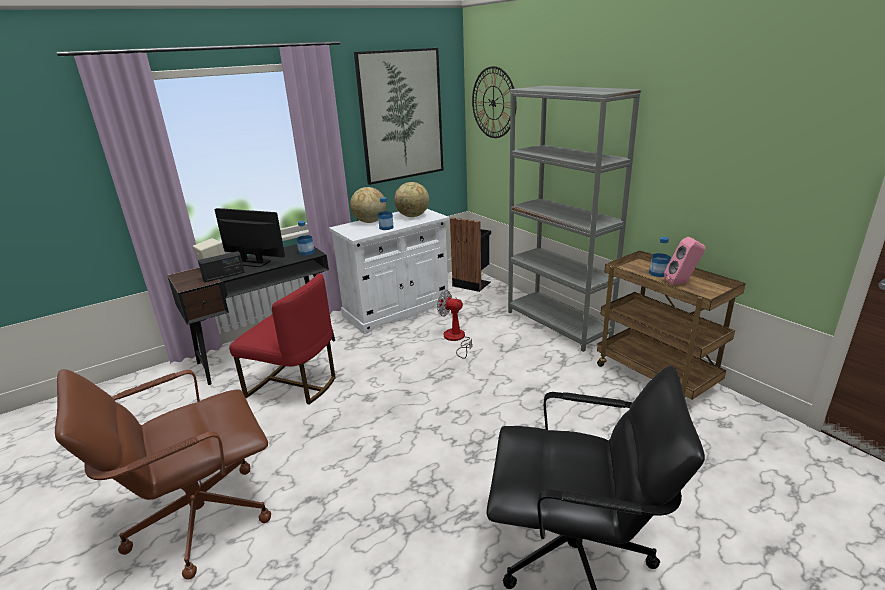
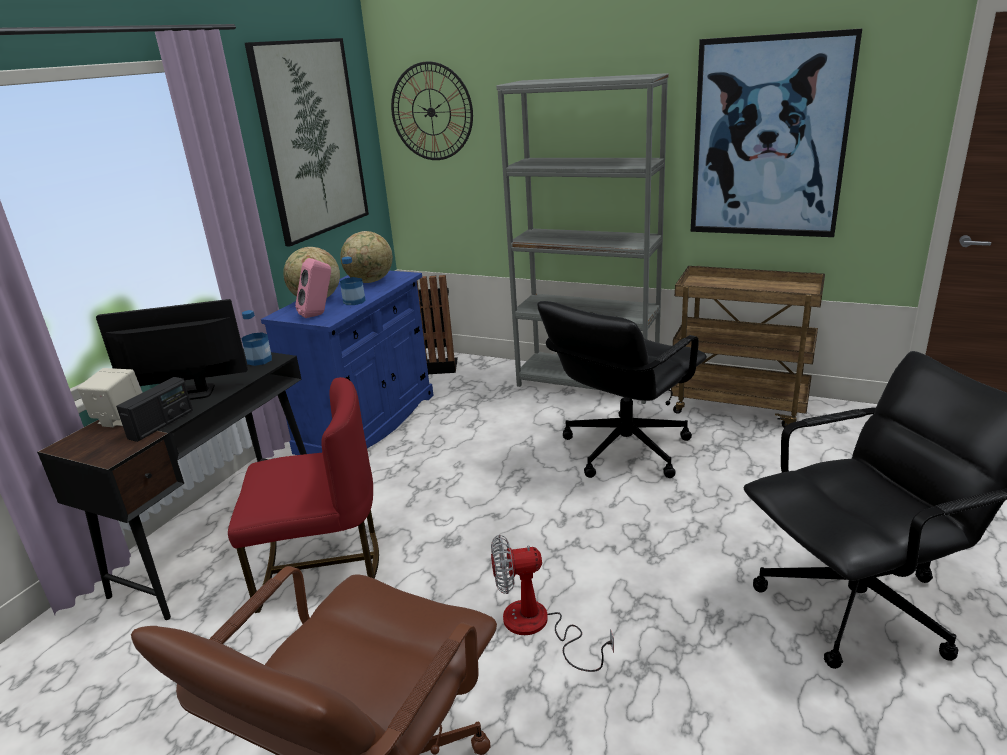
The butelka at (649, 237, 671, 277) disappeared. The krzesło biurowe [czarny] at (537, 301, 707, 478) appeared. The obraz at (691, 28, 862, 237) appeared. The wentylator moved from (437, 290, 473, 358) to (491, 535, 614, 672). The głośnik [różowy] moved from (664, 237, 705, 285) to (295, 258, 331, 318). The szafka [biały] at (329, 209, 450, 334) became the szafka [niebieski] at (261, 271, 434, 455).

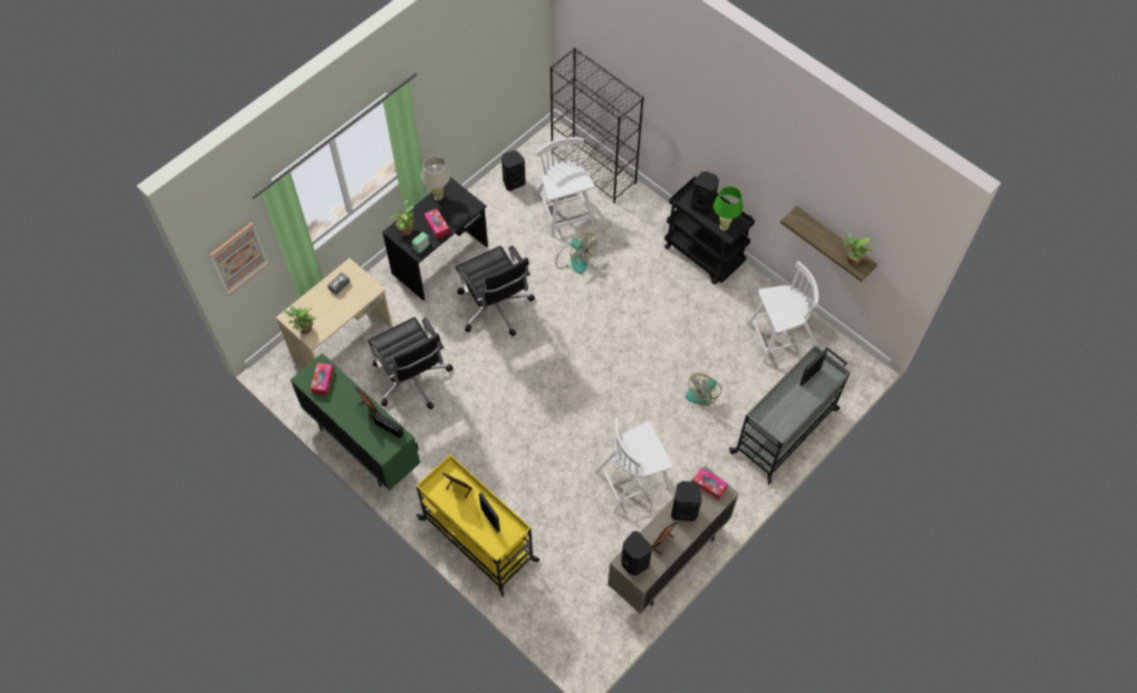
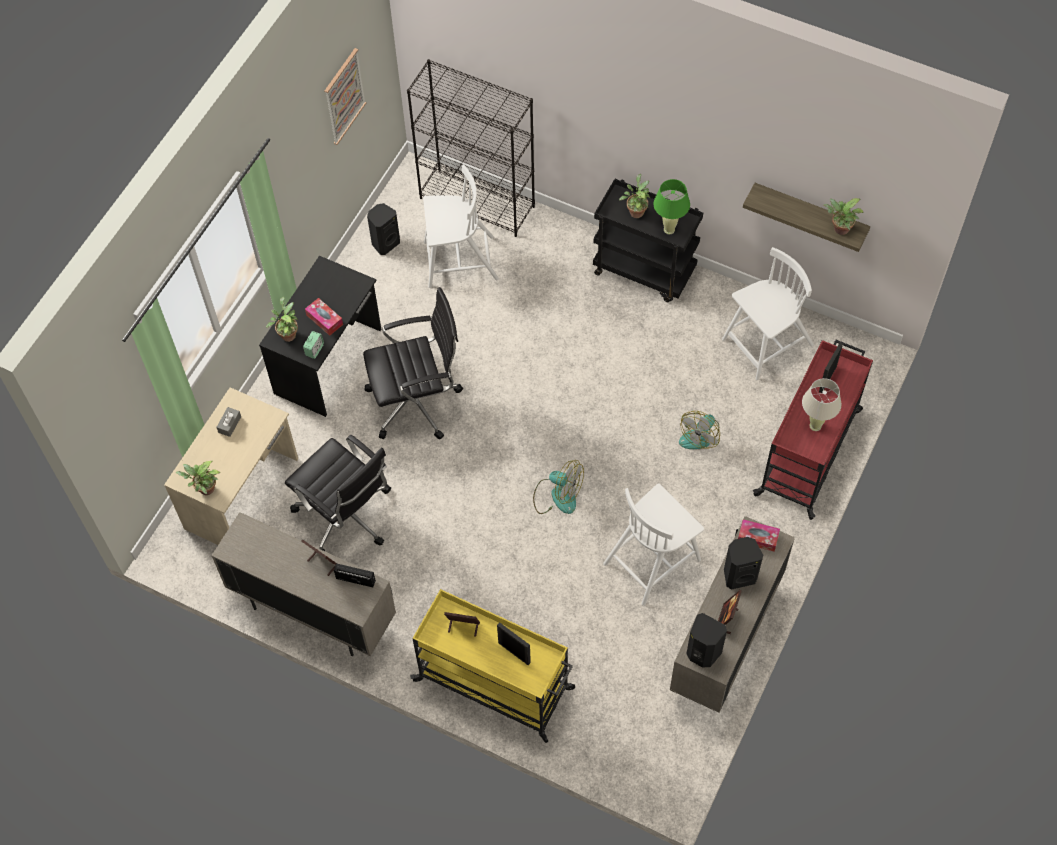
The pudełko chusteczek at (310, 363, 334, 395) disappeared. The obraz moved from (209, 222, 269, 295) to (324, 48, 366, 145). The lampa stołowa [beżowy] moved from (421, 156, 451, 200) to (802, 378, 841, 431). The wentylator moved from (556, 233, 597, 274) to (533, 460, 584, 514). The głośnik [czarny] at (690, 171, 719, 215) was replaced by the roślina doniczkowa at (619, 174, 650, 218). The szafka [zielony] at (290, 353, 420, 491) became the szafka [beżowy] at (211, 512, 396, 656). The wózek [szary] at (729, 345, 850, 484) became the wózek [czerwony] at (753, 340, 873, 520). The krzesło biurowe [czarny] at (456, 246, 535, 336) turned 60 degrees counterclockwise. The krzesło [biały] at (534, 137, 595, 237) turned 120 degrees clockwise.

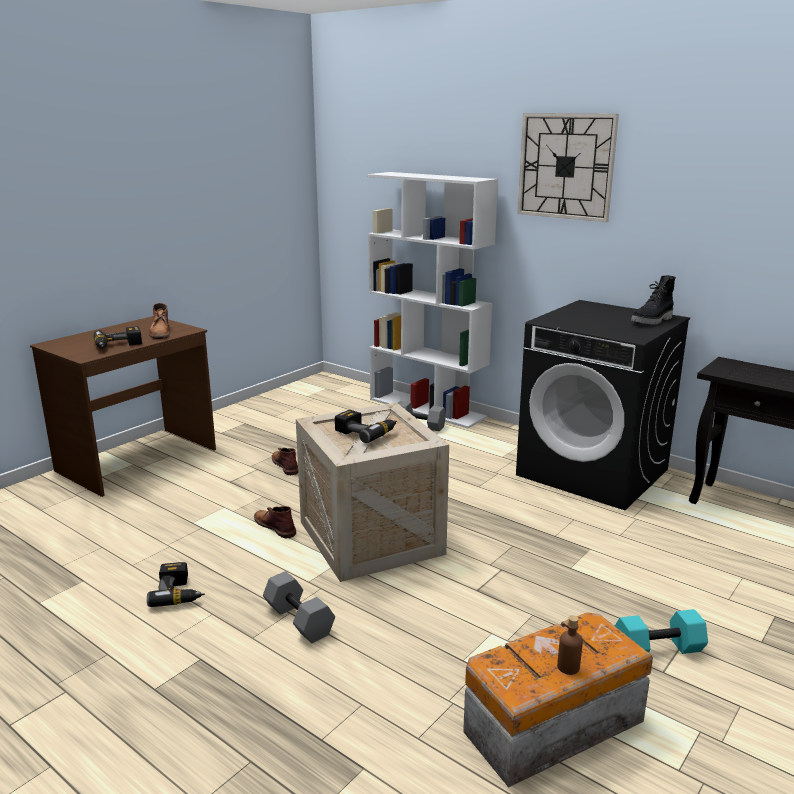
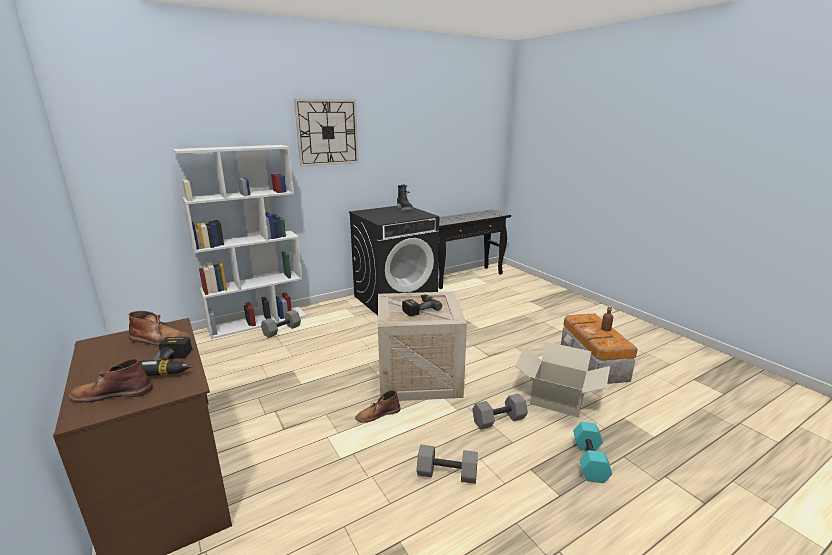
The karton at (514, 342, 610, 418) appeared. The but z cholewką [brązowy] moved from (272, 448, 298, 475) to (69, 359, 153, 402). The hantel [turkusowy] moved from (615, 609, 708, 654) to (573, 422, 612, 483). The wiertarka at (147, 562, 205, 607) was replaced by the hantel [szary] at (417, 445, 478, 484).

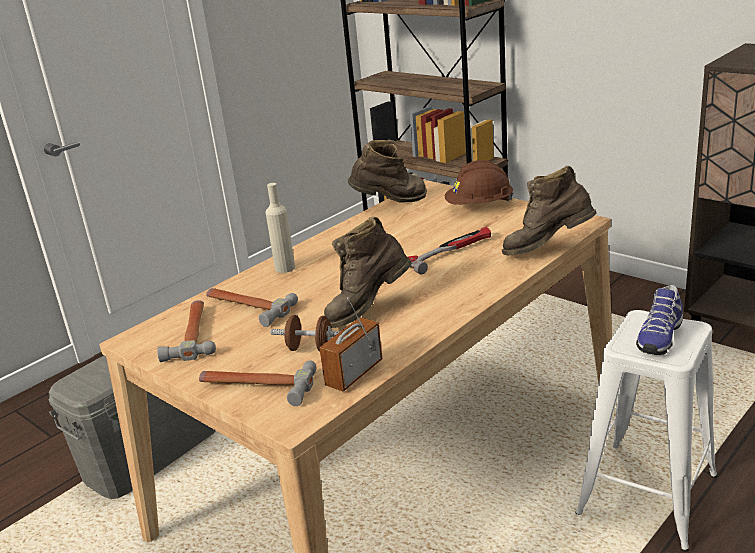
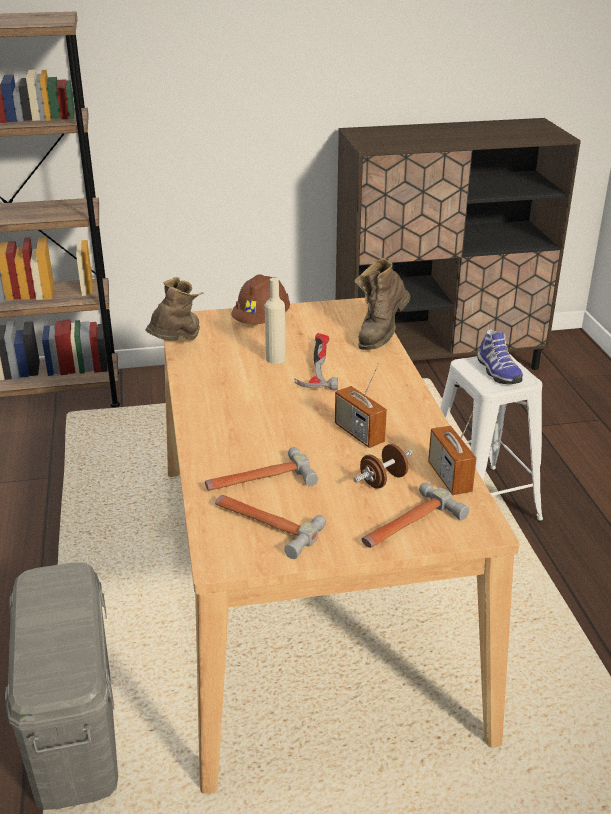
The butelka [beżowy] moved from (266, 183, 295, 273) to (265, 278, 286, 364). The but z cholewką [brązowy] at (324, 217, 411, 328) was replaced by the radio at (335, 362, 387, 448).

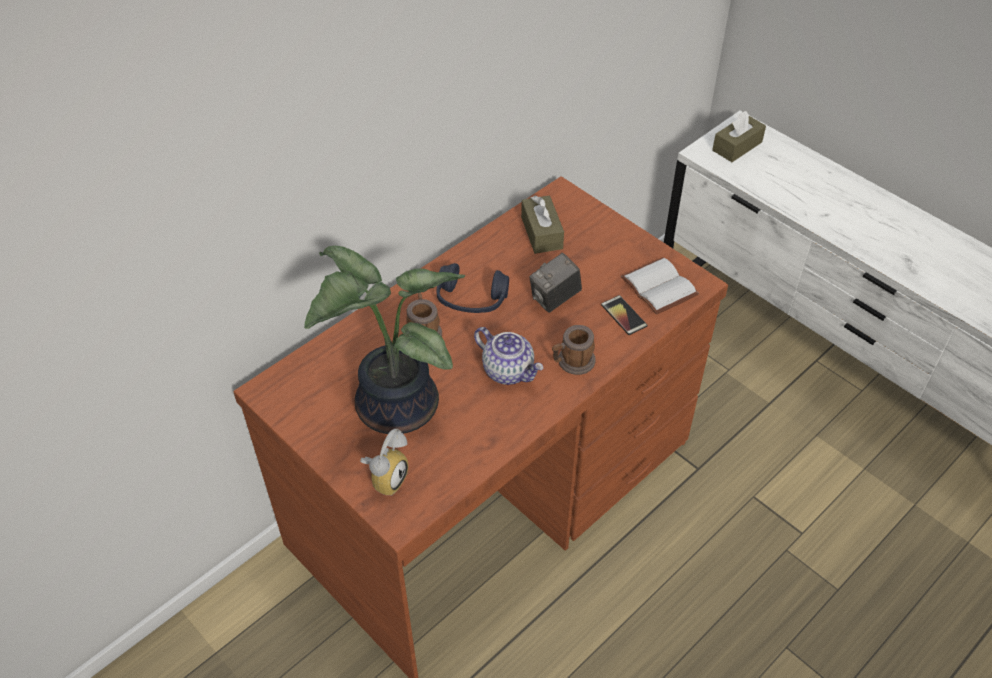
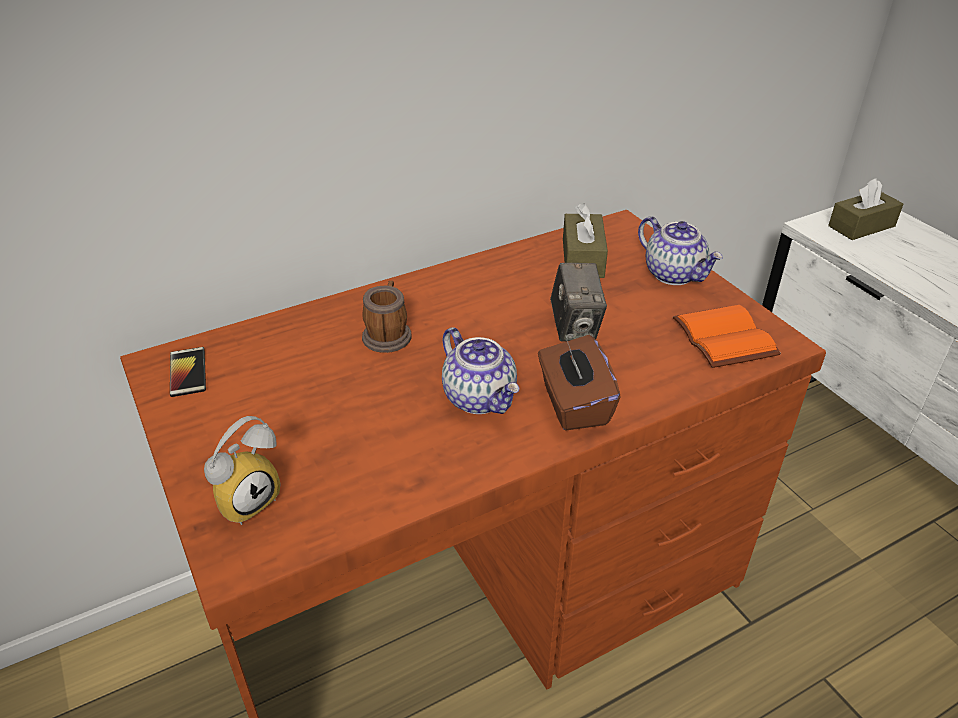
The roślina doniczkowa at (304, 246, 465, 434) disappeared. The słuchawki [niebieski] at (437, 263, 509, 313) disappeared. The imbryk at (638, 216, 723, 285) appeared. The telefon moved from (601, 295, 647, 335) to (170, 347, 206, 397). The kubek at (552, 325, 596, 375) was replaced by the pudełko chusteczek [brązowy] at (538, 335, 621, 431). The książka [biały] at (621, 257, 699, 315) became the książka [pomarańczowy] at (673, 305, 781, 368). The aparat fotograficzny at (529, 253, 582, 313) turned 75 degrees counterclockwise.

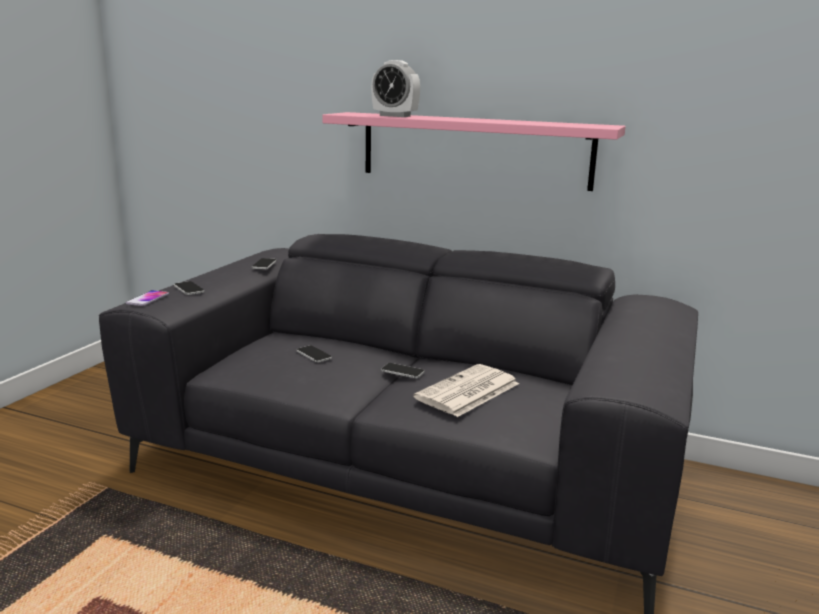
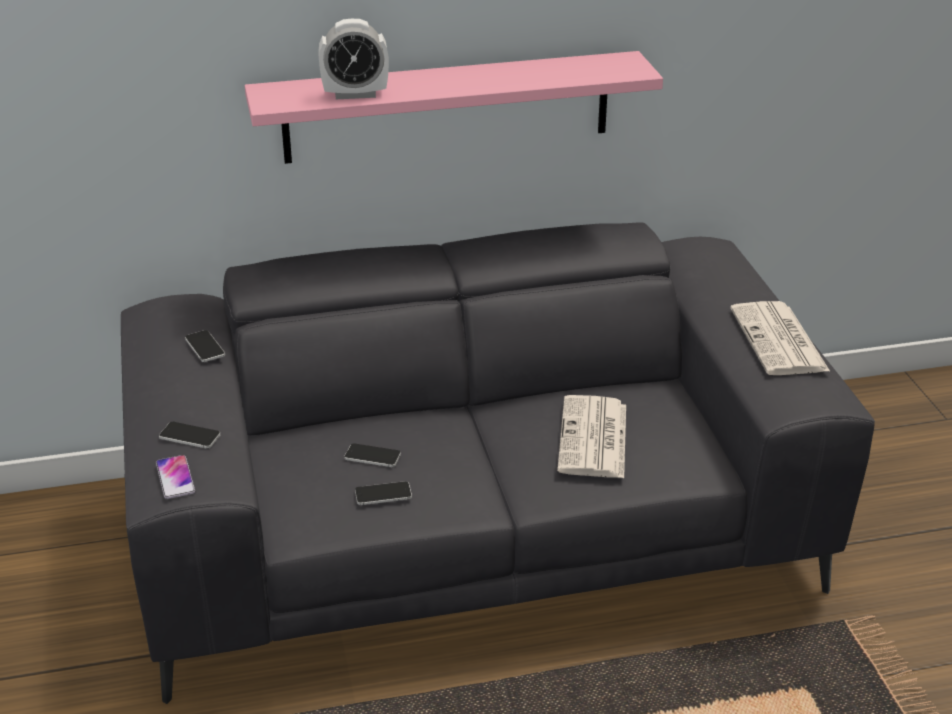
The gazeta at (730, 301, 830, 375) appeared. The telefon moved from (381, 363, 425, 379) to (355, 481, 412, 505).

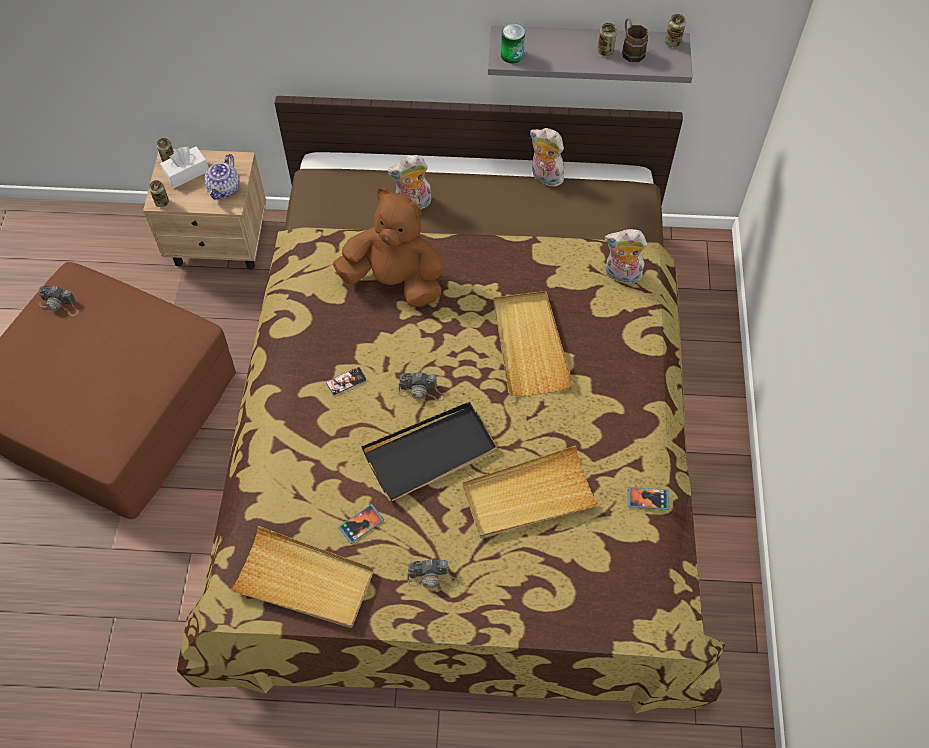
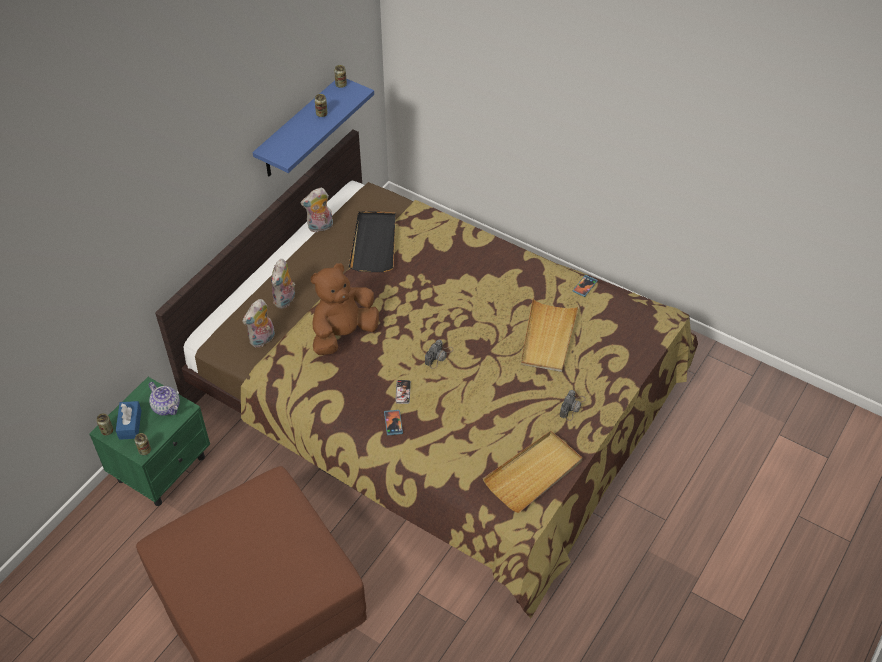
The aparat fotograficzny at (38, 286, 78, 316) disappeared. The taca [beżowy] at (493, 291, 573, 396) disappeared. The puszka at (501, 23, 525, 64) disappeared. The kubek [brązowy] at (622, 18, 648, 62) disappeared. The telefon moved from (338, 504, 384, 544) to (384, 410, 403, 435). The taca [czarny] moved from (361, 402, 497, 502) to (349, 211, 396, 272). The pluszak moved from (605, 229, 647, 287) to (243, 299, 275, 347). The szafka nocna [beżowy] at (143, 149, 266, 270) became the szafka nocna [zielony] at (89, 377, 210, 506). The pudełko chusteczek [biały] at (160, 146, 209, 188) became the pudełko chusteczek [niebieski] at (116, 401, 142, 440). The półka [szary] at (488, 25, 693, 83) became the półka [niebieski] at (252, 79, 374, 176).

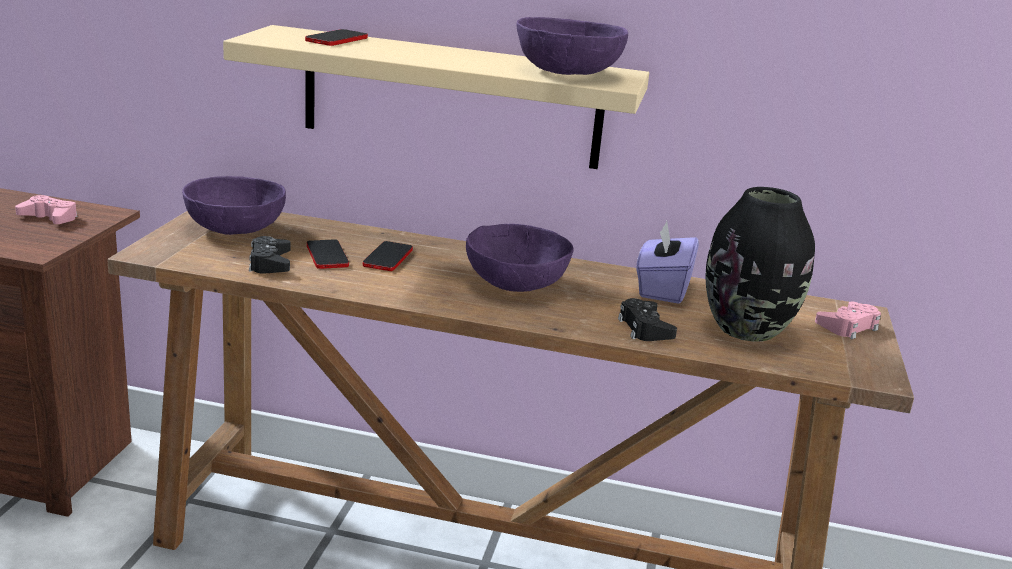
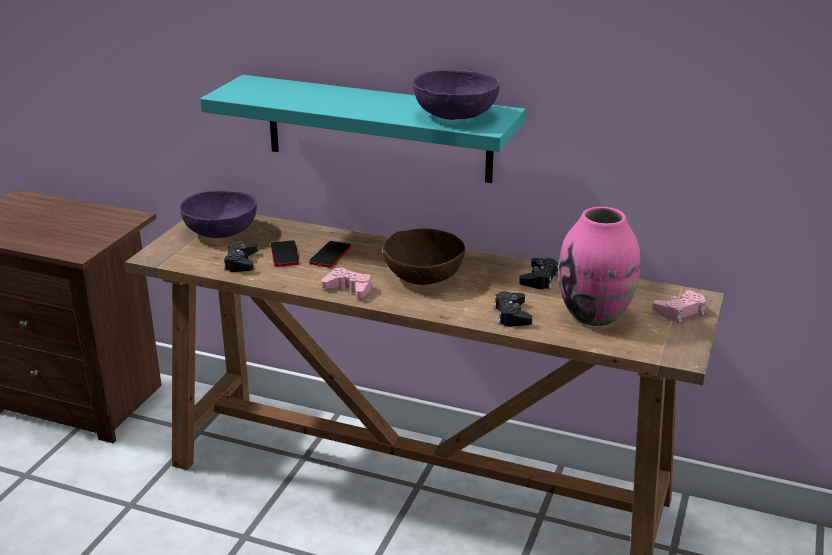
The telefon at (305, 29, 368, 46) disappeared. The pad do gier [różowy] moved from (15, 195, 78, 224) to (321, 268, 371, 298). The pudełko chusteczek [fioletowy] at (636, 221, 699, 304) was replaced by the pad do gier [czarny] at (519, 258, 559, 289). The półka [beżowy] at (223, 25, 649, 169) became the półka [turkusowy] at (200, 75, 525, 183). The miska [fioletowy] at (466, 224, 574, 292) became the miska [brązowy] at (383, 228, 465, 285). The wazon [czarny] at (706, 187, 815, 342) became the wazon [różowy] at (558, 207, 640, 326).

